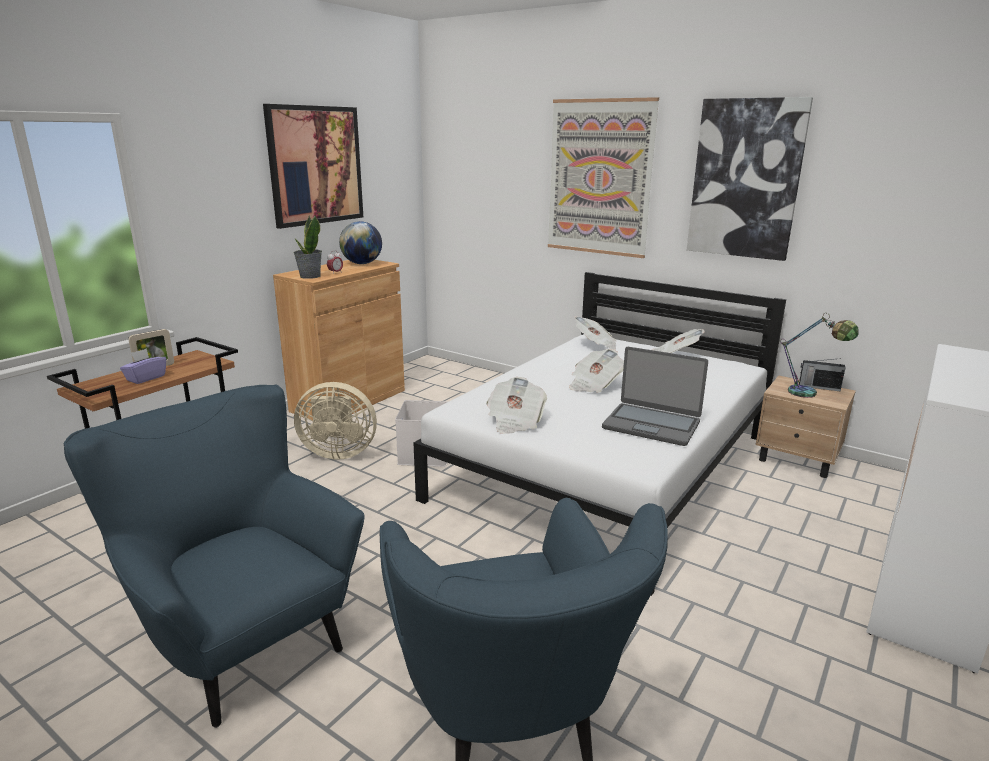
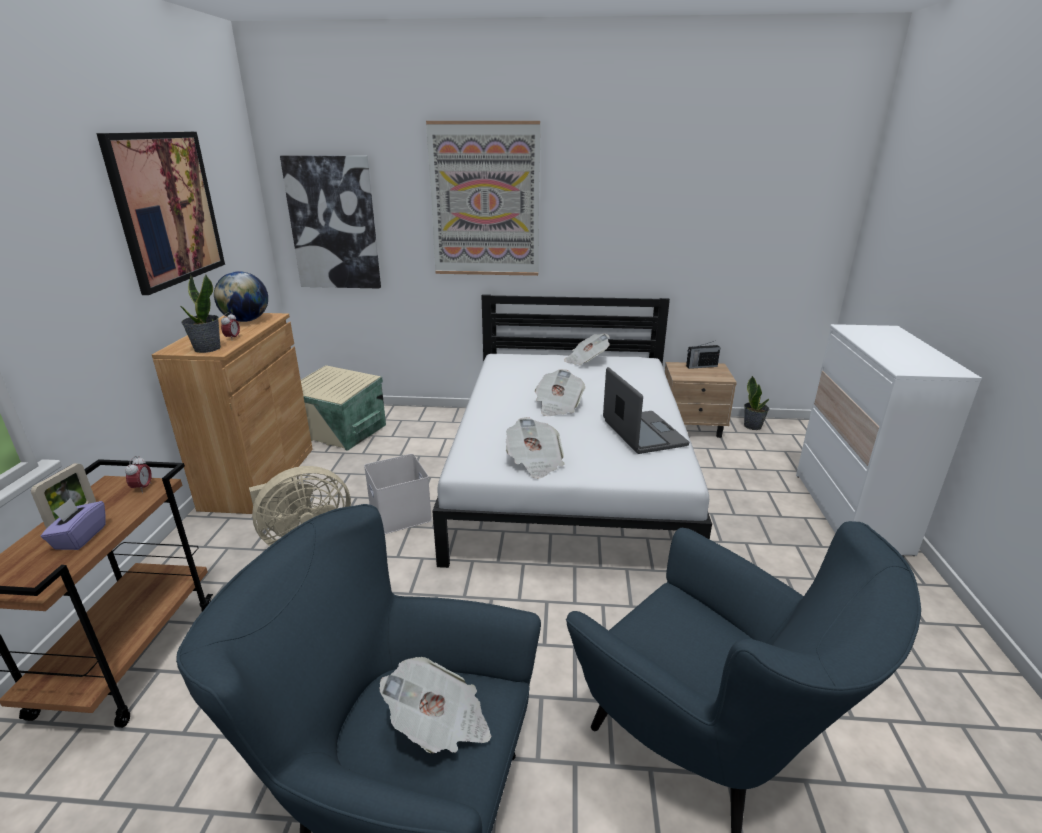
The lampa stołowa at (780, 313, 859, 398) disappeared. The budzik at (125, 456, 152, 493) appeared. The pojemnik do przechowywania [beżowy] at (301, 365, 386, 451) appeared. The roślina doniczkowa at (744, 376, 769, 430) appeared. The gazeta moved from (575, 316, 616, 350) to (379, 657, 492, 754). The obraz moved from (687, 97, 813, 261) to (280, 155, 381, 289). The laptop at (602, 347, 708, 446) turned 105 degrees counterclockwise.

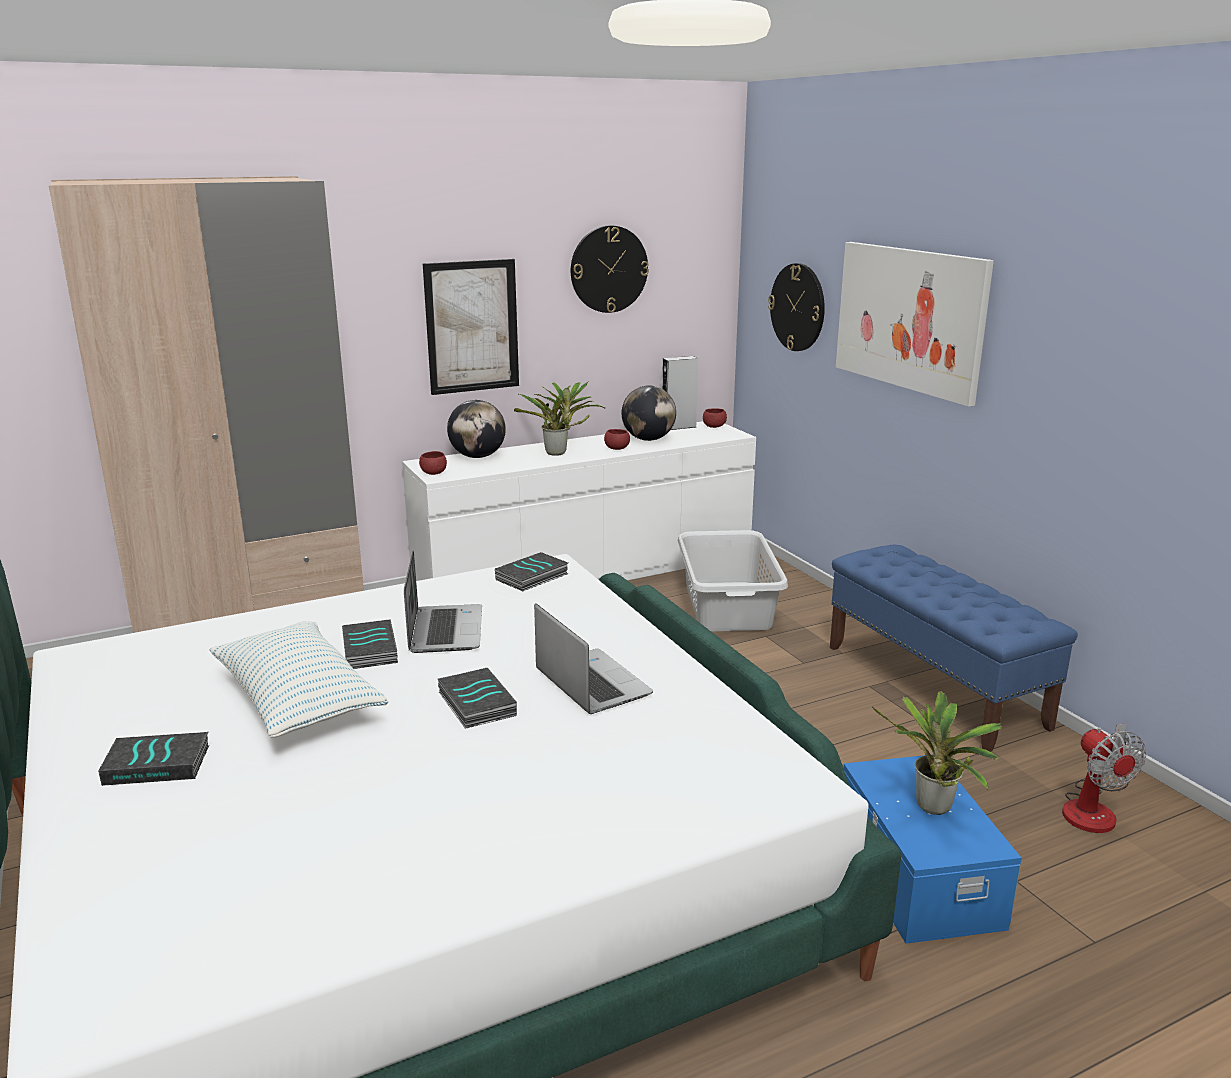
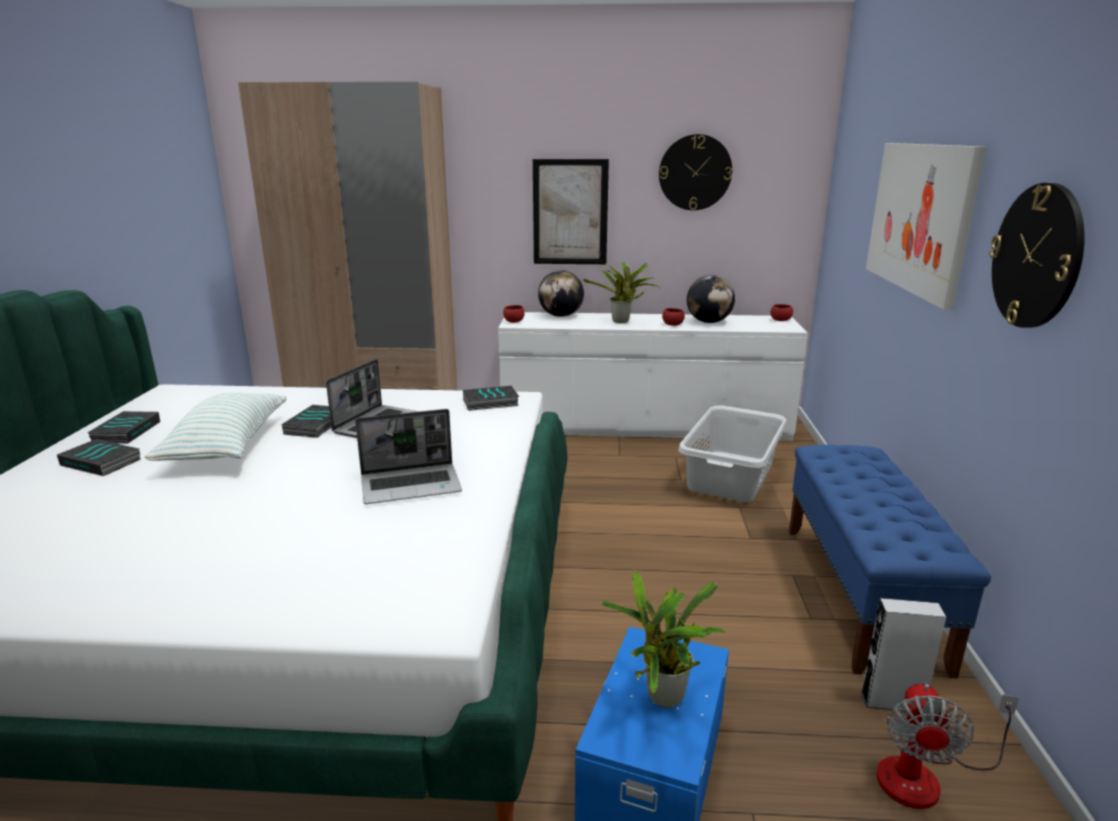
The książka moved from (438, 668, 517, 729) to (87, 411, 160, 444). The głośnik [szary] moved from (662, 356, 698, 430) to (861, 598, 946, 712). The zegar ścienny moved from (768, 263, 825, 351) to (989, 183, 1085, 328). The laptop at (534, 603, 653, 714) turned 75 degrees clockwise.

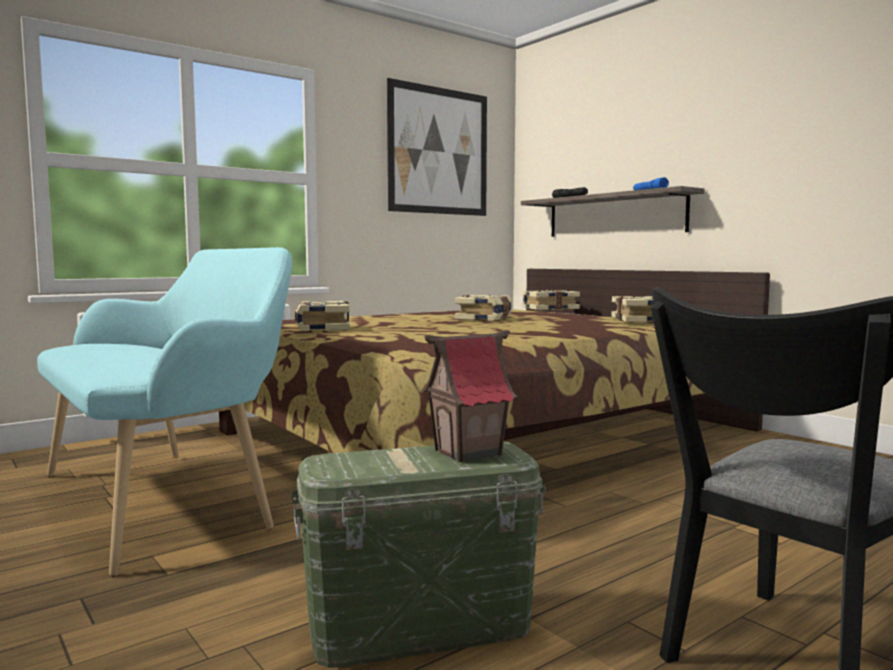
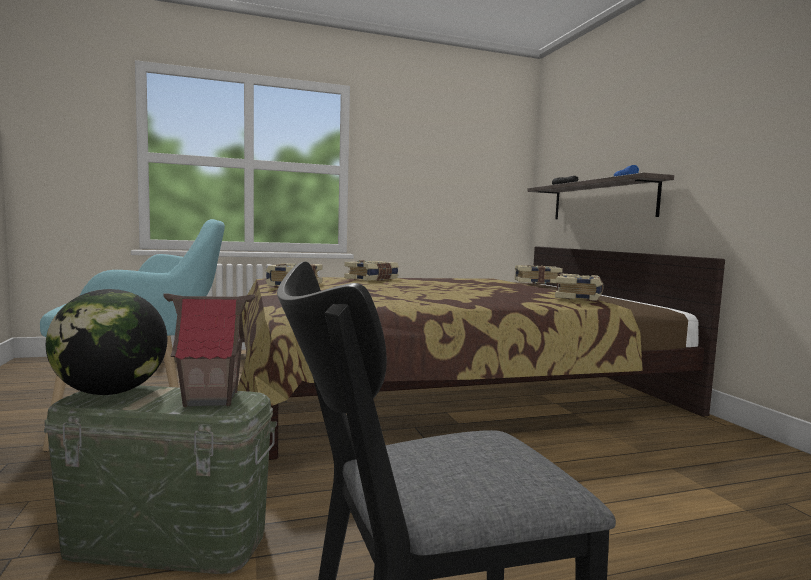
The obraz at (387, 78, 487, 216) disappeared. The globus at (46, 289, 167, 395) appeared. The książka moved from (455, 295, 512, 321) to (344, 260, 399, 281).

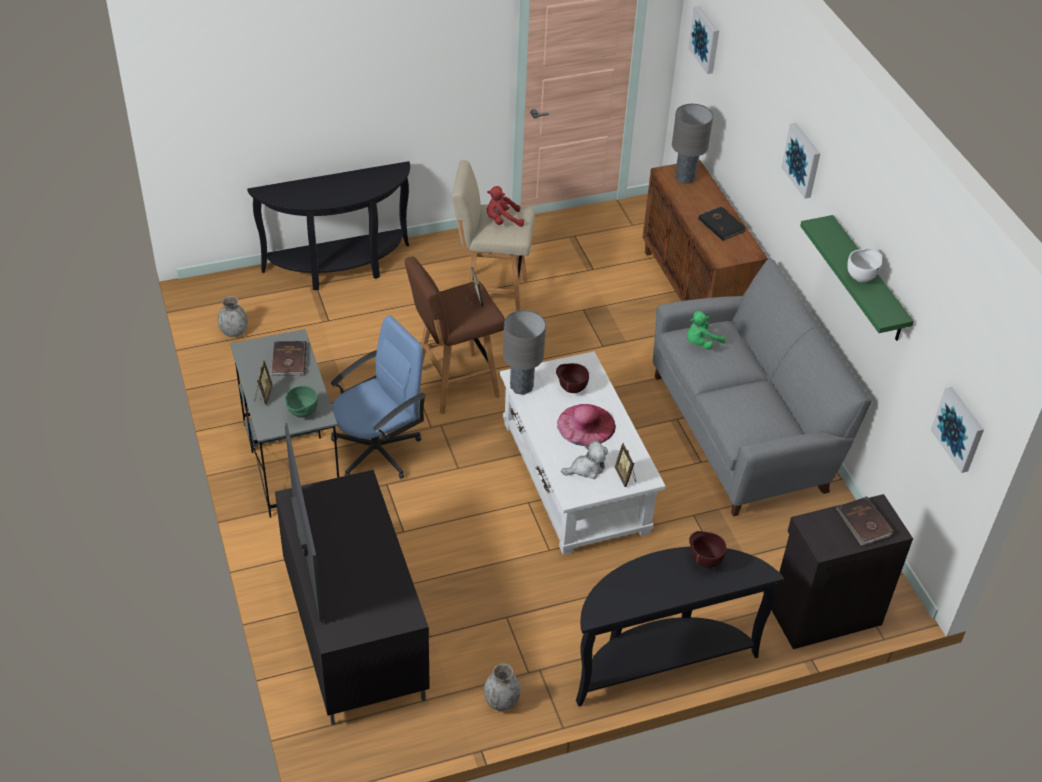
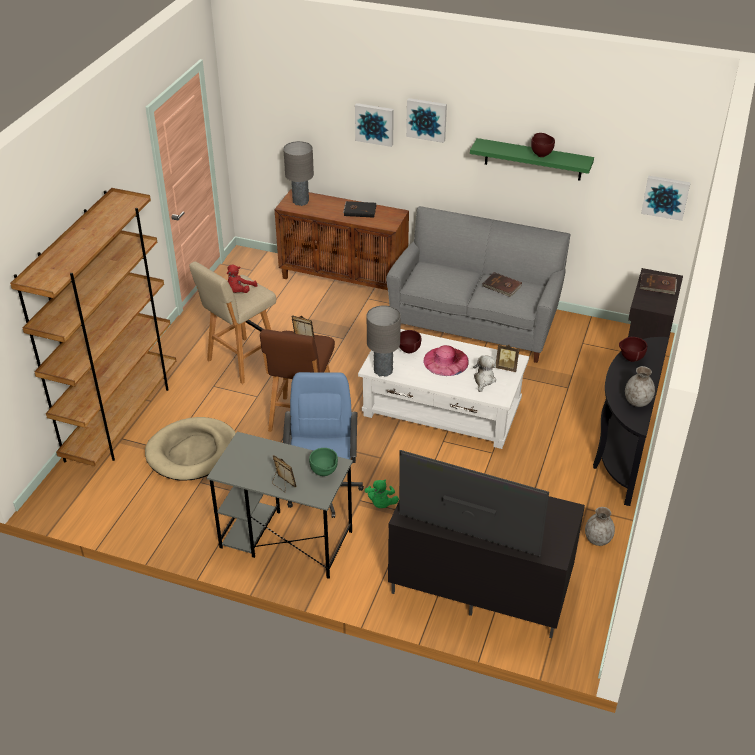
The legowisko [beżowy] at (145, 417, 236, 480) appeared. The wazon [szary] moved from (218, 296, 248, 337) to (625, 366, 655, 407). The książka [brązowy] moved from (269, 341, 307, 376) to (482, 272, 522, 297). The pluszak [zielony] moved from (687, 311, 726, 350) to (365, 480, 399, 508). The obraz moved from (688, 6, 719, 74) to (355, 103, 394, 147). The stolik konsolowy [czarny] at (247, 161, 410, 290) was replaced by the regał [brązowy] at (10, 188, 176, 466). The miska [biały] at (847, 248, 882, 282) became the miska [brązowy] at (531, 133, 555, 157).

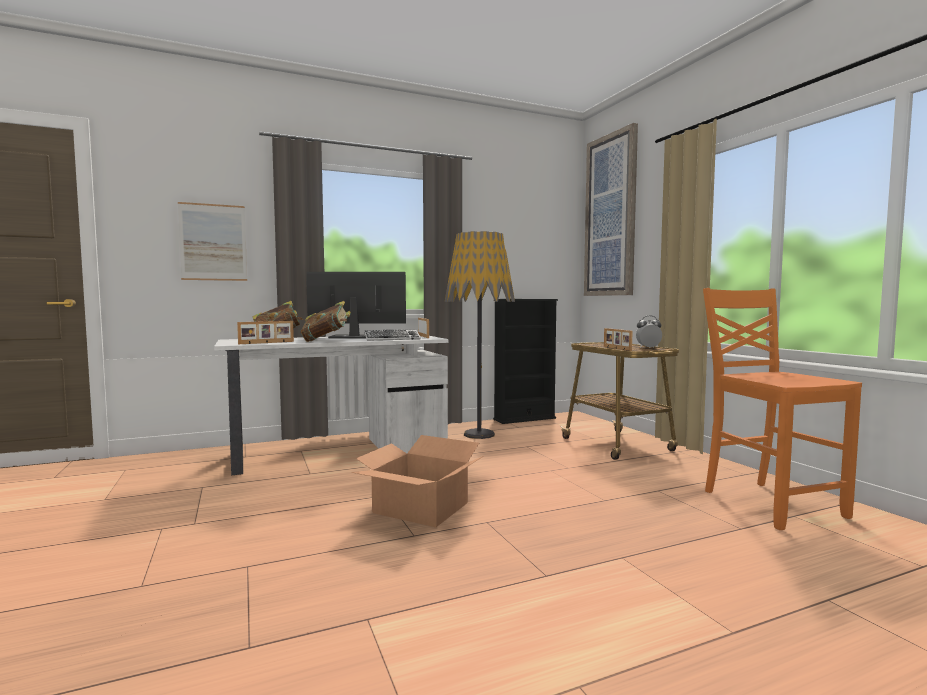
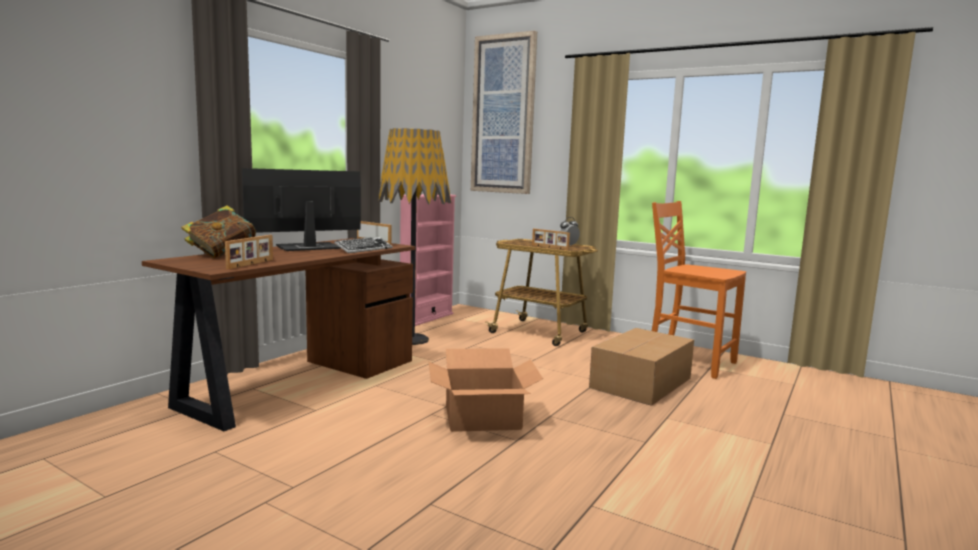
The obraz at (178, 202, 247, 281) disappeared. The książka at (301, 301, 351, 342) disappeared. The karton at (589, 328, 694, 406) appeared. The biurko [biały] at (214, 336, 448, 475) became the biurko [brązowy] at (142, 238, 415, 431). The regał [czarny] at (493, 299, 558, 424) became the regał [różowy] at (400, 194, 456, 326).

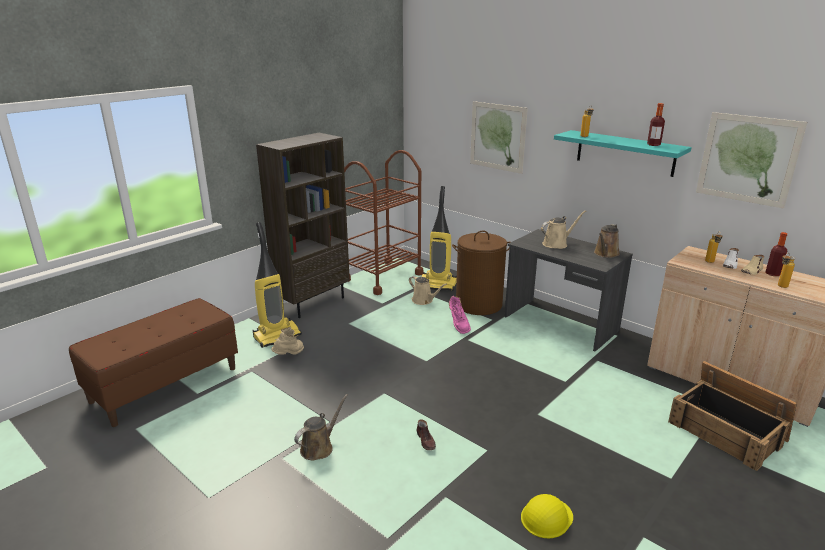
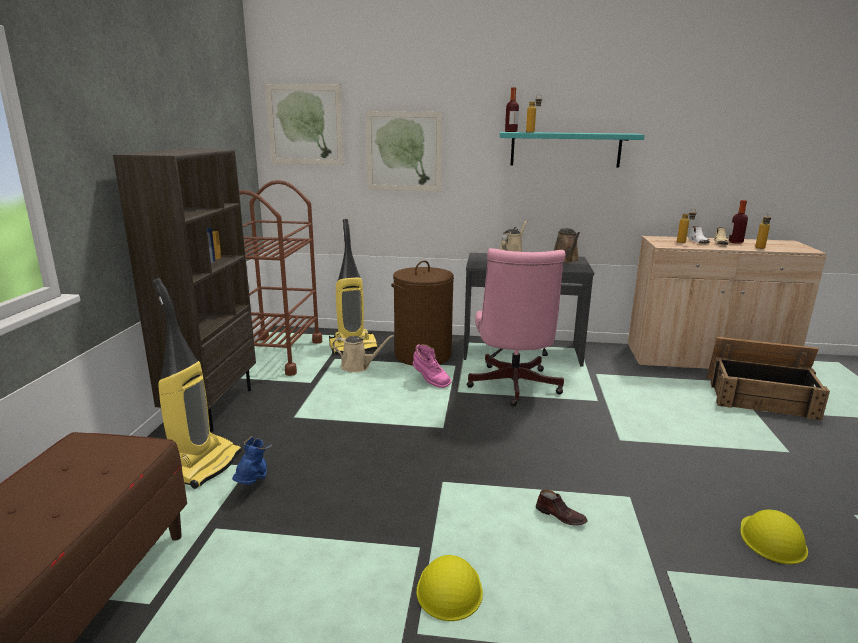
The krzesło biurowe [różowy] at (467, 248, 565, 406) appeared. The butelka moved from (647, 103, 665, 146) to (505, 87, 519, 132). The obraz moved from (696, 112, 808, 209) to (265, 84, 344, 165). The konewka [brązowy] at (294, 394, 348, 460) was replaced by the kask [żółty] at (417, 555, 483, 621). The but z cholewką [beżowy] at (271, 327, 304, 355) became the but z cholewką [niebieski] at (232, 436, 272, 485).

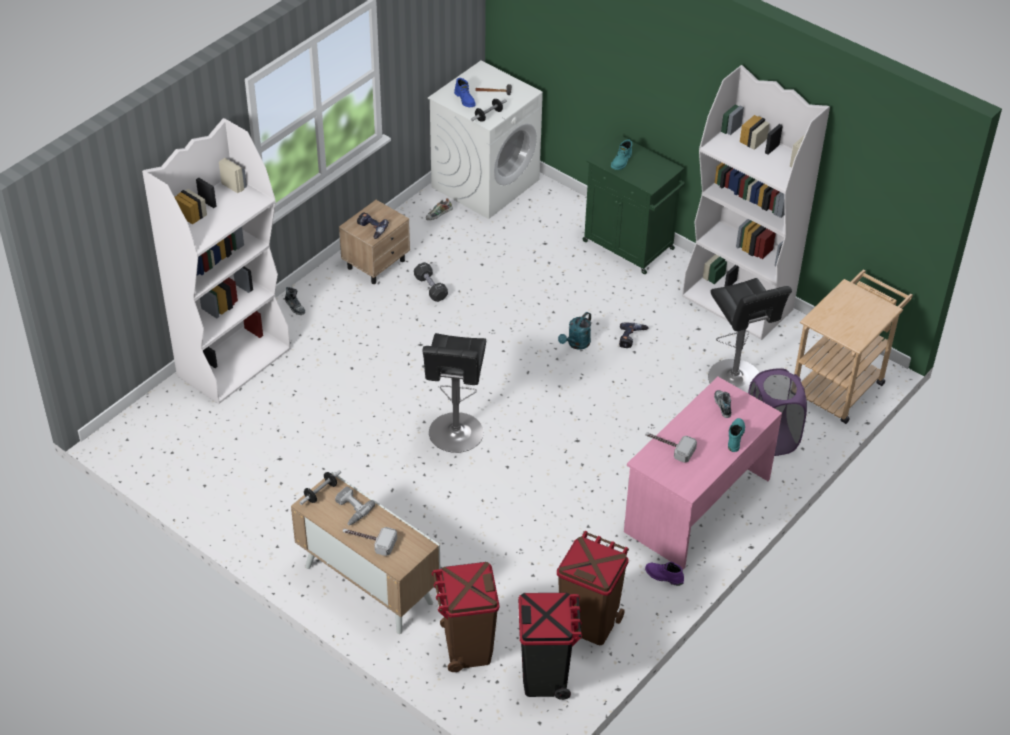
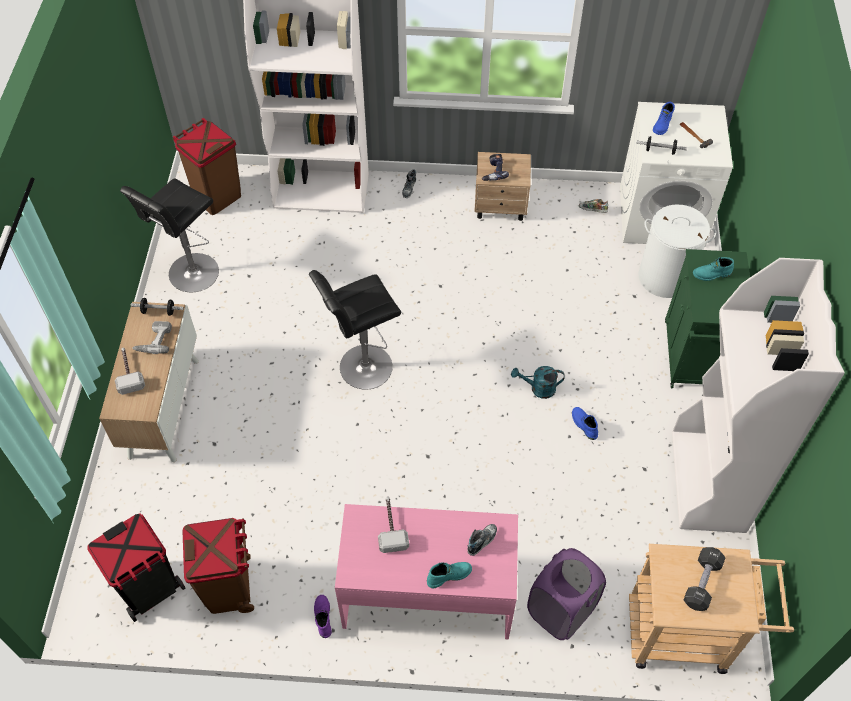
The kosz na pranie [biały] at (638, 204, 716, 298) appeared. The hantel [czarny] moved from (414, 262, 448, 302) to (684, 547, 726, 611). The kosz na śmieci [brązowy] moved from (432, 562, 500, 672) to (172, 118, 241, 215). The stołek [czarny] moved from (708, 278, 792, 393) to (120, 179, 219, 292). The wiertarka at (619, 322, 648, 348) was replaced by the but z cholewką [niebieski] at (572, 407, 598, 440).

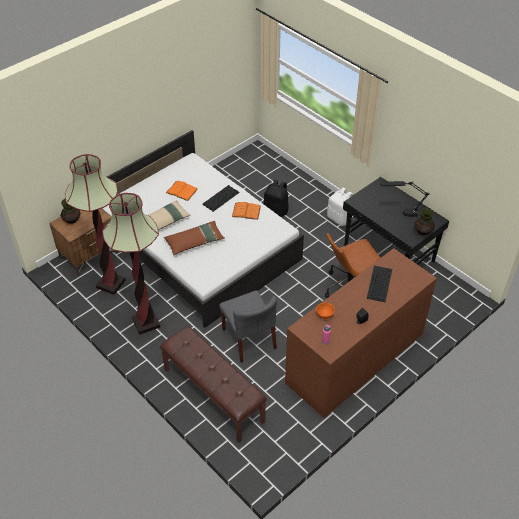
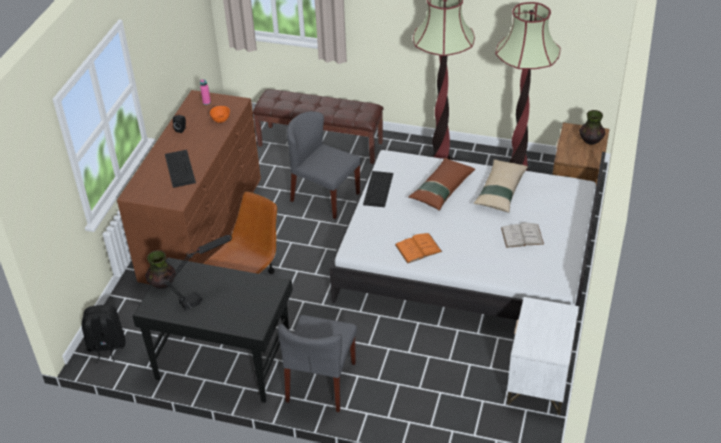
The szafka nocna [biały] at (507, 297, 579, 415) appeared. The klawiatura moved from (202, 185, 240, 212) to (363, 171, 393, 207). The plecak [czarny] moved from (263, 179, 288, 217) to (82, 305, 126, 363). The plecak [biały] at (327, 187, 354, 226) was replaced by the krzesło [szary] at (278, 315, 357, 412). The książka [pomarańczowy] at (166, 181, 198, 201) became the książka [biały] at (501, 223, 544, 248).

